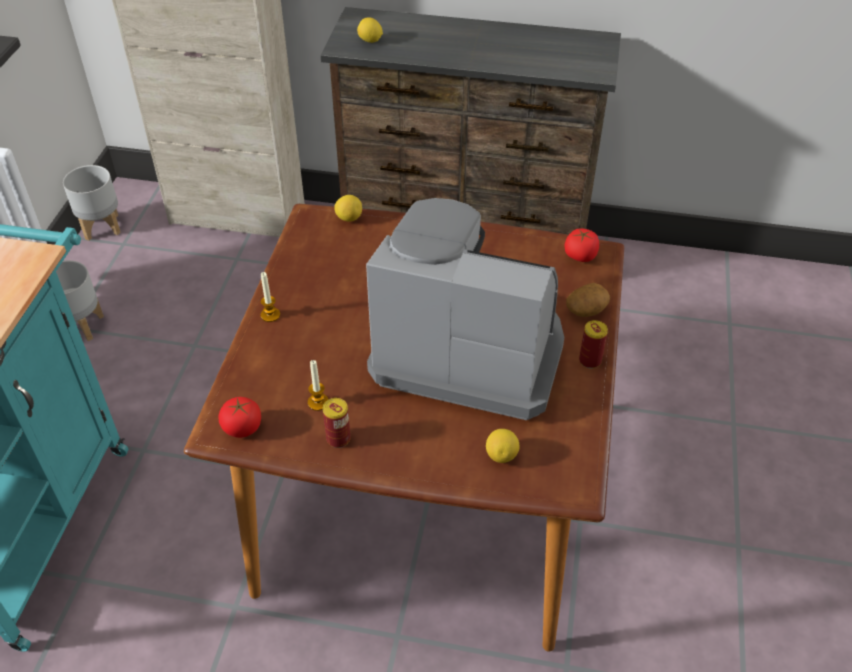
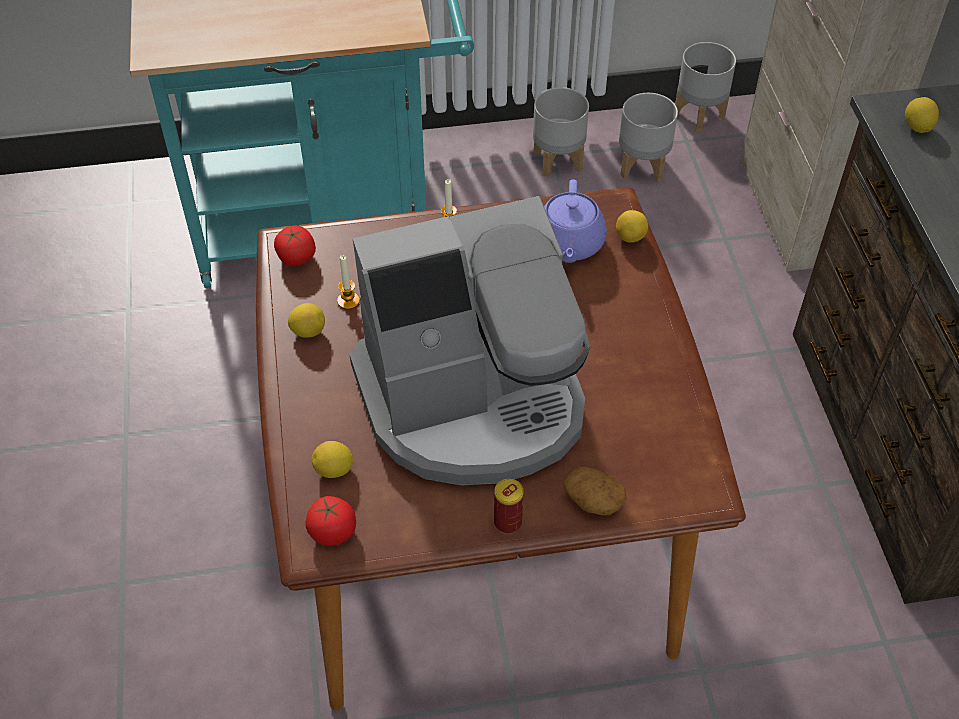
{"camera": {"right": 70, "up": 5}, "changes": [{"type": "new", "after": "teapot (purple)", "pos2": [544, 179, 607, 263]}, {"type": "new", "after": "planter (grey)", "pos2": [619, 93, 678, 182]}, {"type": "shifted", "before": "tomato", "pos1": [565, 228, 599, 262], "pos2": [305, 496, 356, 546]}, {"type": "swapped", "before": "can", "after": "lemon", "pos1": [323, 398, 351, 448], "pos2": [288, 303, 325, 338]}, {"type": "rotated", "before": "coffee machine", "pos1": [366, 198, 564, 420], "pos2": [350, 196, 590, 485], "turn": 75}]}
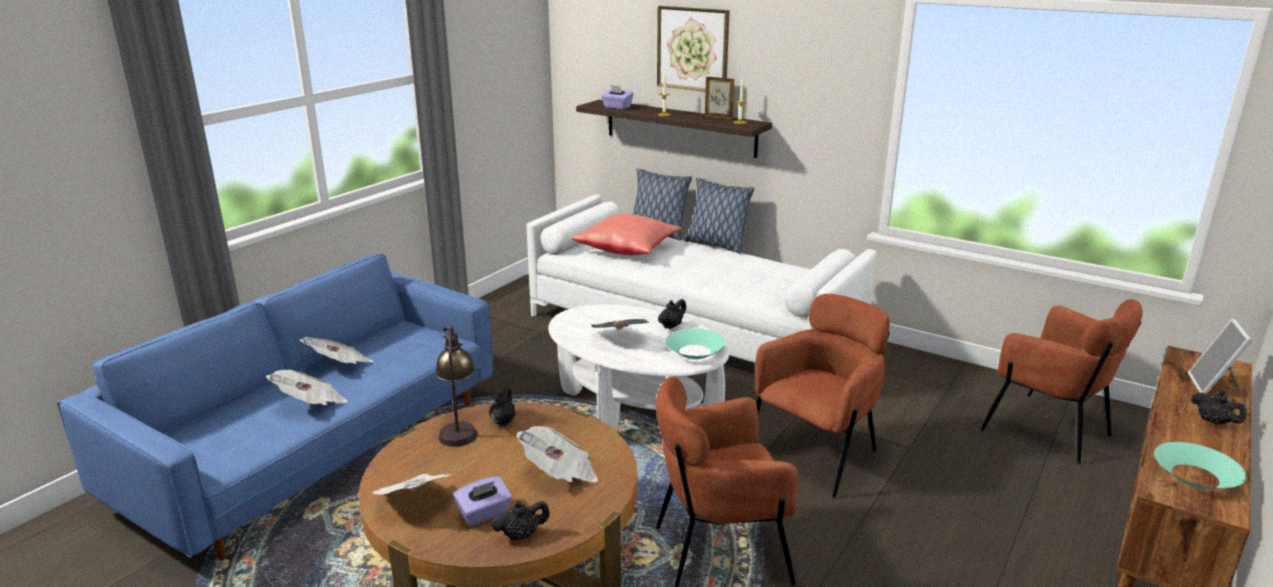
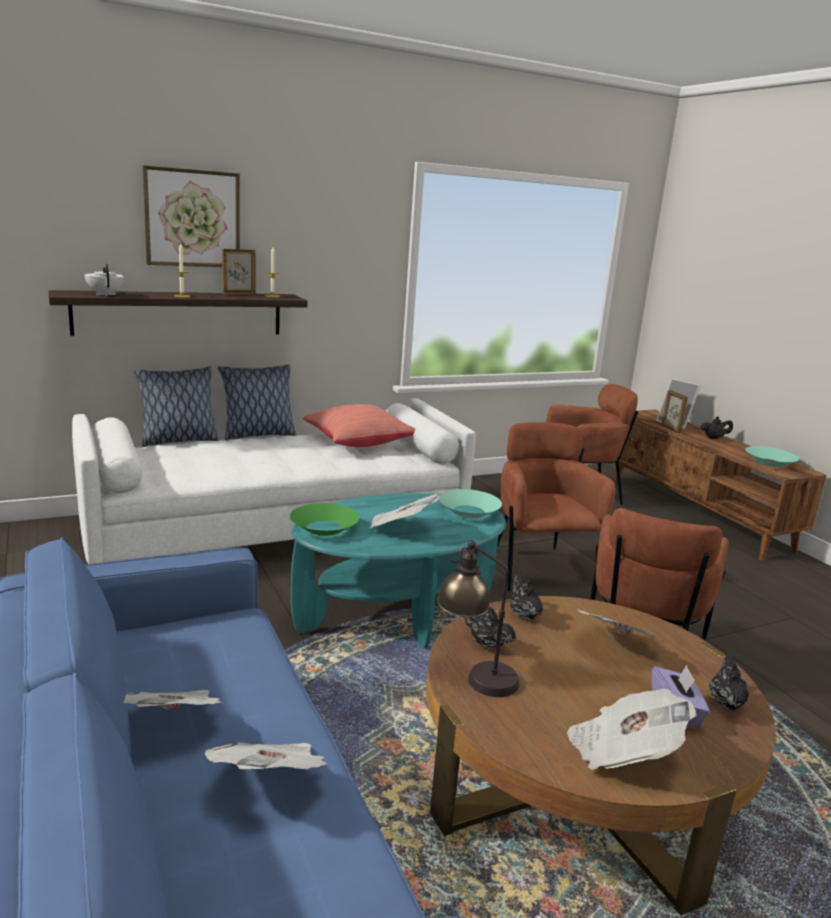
{"camera": {"right": -60, "up": -5}, "changes": [{"type": "new", "after": "bowl (green)", "pos2": [290, 503, 359, 536]}, {"type": "new", "after": "picture frame", "pos2": [661, 390, 688, 433]}, {"type": "shifted", "before": "pillow (red)", "pos1": [572, 214, 682, 255], "pos2": [301, 404, 415, 447]}, {"type": "shifted", "before": "teapot (black)", "pos1": [658, 299, 686, 329], "pos2": [510, 574, 543, 620]}, {"type": "swapped", "before": "tissue box (purple)", "after": "teapot (white)", "pos1": [601, 85, 634, 109], "pos2": [85, 264, 124, 296]}, {"type": "repainted", "before": "coffee table (white)", "after": "coffee table (turquoise)", "pos1": [548, 304, 729, 431], "pos2": [291, 493, 506, 649]}]}
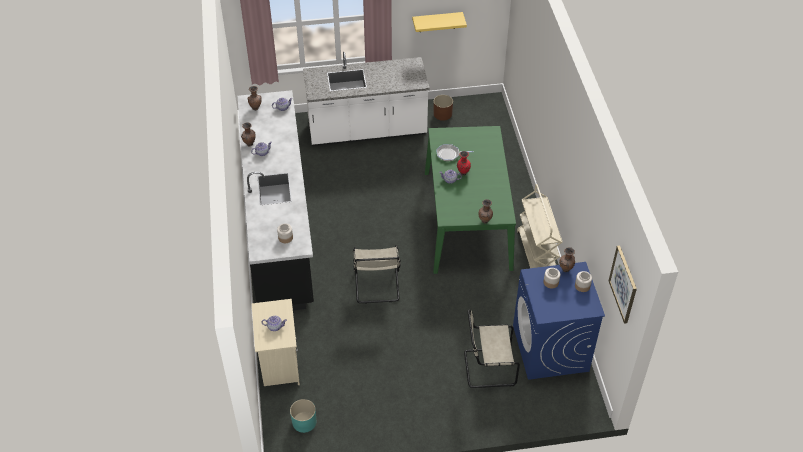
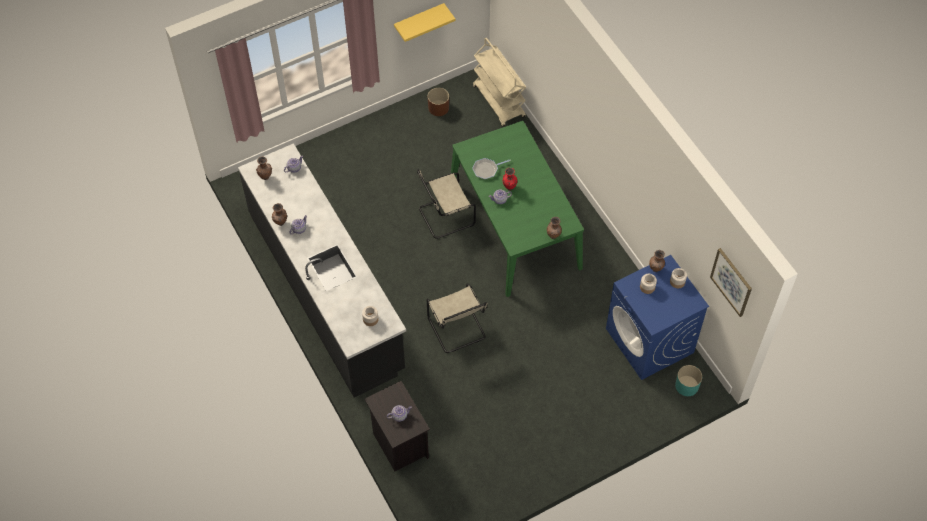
{"camera": {"right": -20, "up": 10}, "changes": [{"type": "gone", "before": "counter (white)", "pos1": [303, 52, 430, 146]}, {"type": "shifted", "before": "planter (turquoise)", "pos1": [290, 399, 316, 433], "pos2": [675, 365, 702, 396]}, {"type": "shifted", "before": "chair (beige)", "pos1": [464, 309, 520, 388], "pos2": [417, 169, 476, 239]}, {"type": "shifted", "before": "cart (beige)", "pos1": [517, 184, 563, 268], "pos2": [473, 38, 526, 127]}, {"type": "repainted", "before": "nightstand (beige)", "after": "nightstand (black)", "pos1": [252, 299, 300, 386], "pos2": [364, 381, 430, 471]}]}
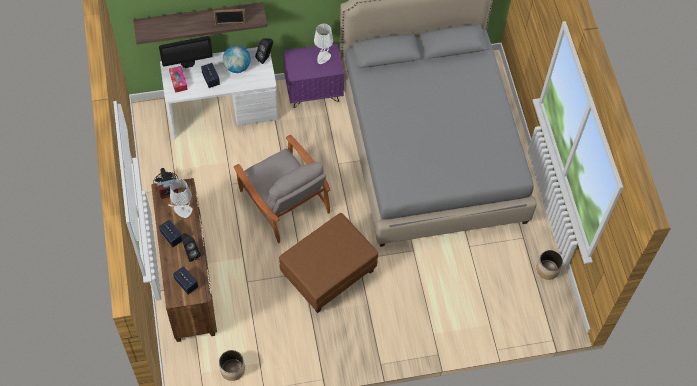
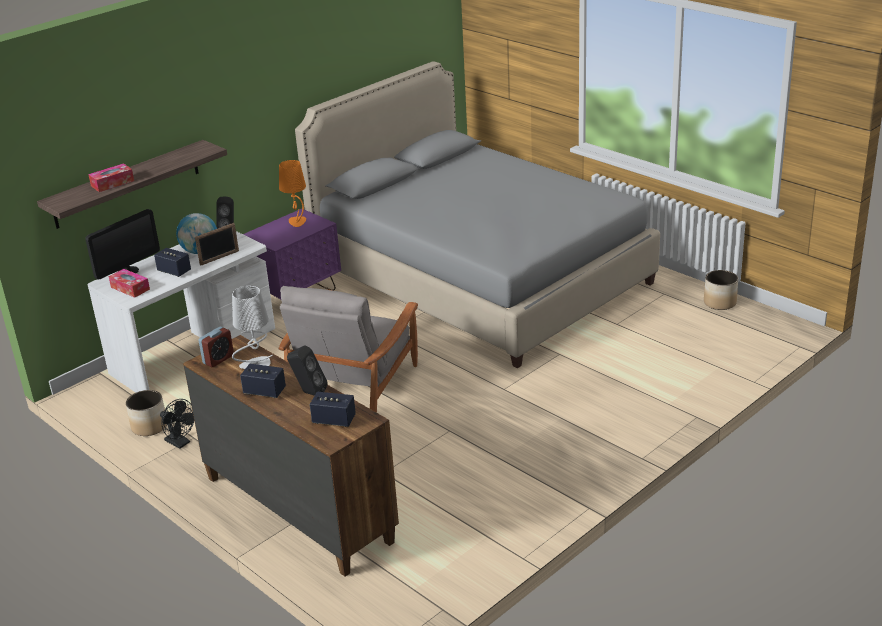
{"camera": {"right": -30, "up": -30}, "changes": [{"type": "gone", "before": "ottoman (brown)", "pos1": [279, 213, 378, 313]}, {"type": "new", "after": "tissue box", "pos2": [88, 163, 134, 192]}, {"type": "shifted", "before": "picture frame", "pos1": [213, 9, 246, 25], "pos2": [195, 223, 239, 266]}, {"type": "shifted", "before": "planter", "pos1": [219, 350, 245, 381], "pos2": [126, 390, 167, 436]}, {"type": "repainted", "before": "table lamp (white)", "after": "table lamp (orange)", "pos1": [314, 24, 333, 64], "pos2": [279, 160, 306, 227]}, {"type": "rotated", "before": "armchair (grey)", "pos1": [234, 135, 330, 243], "pos2": [279, 286, 418, 413], "turn": 90}]}
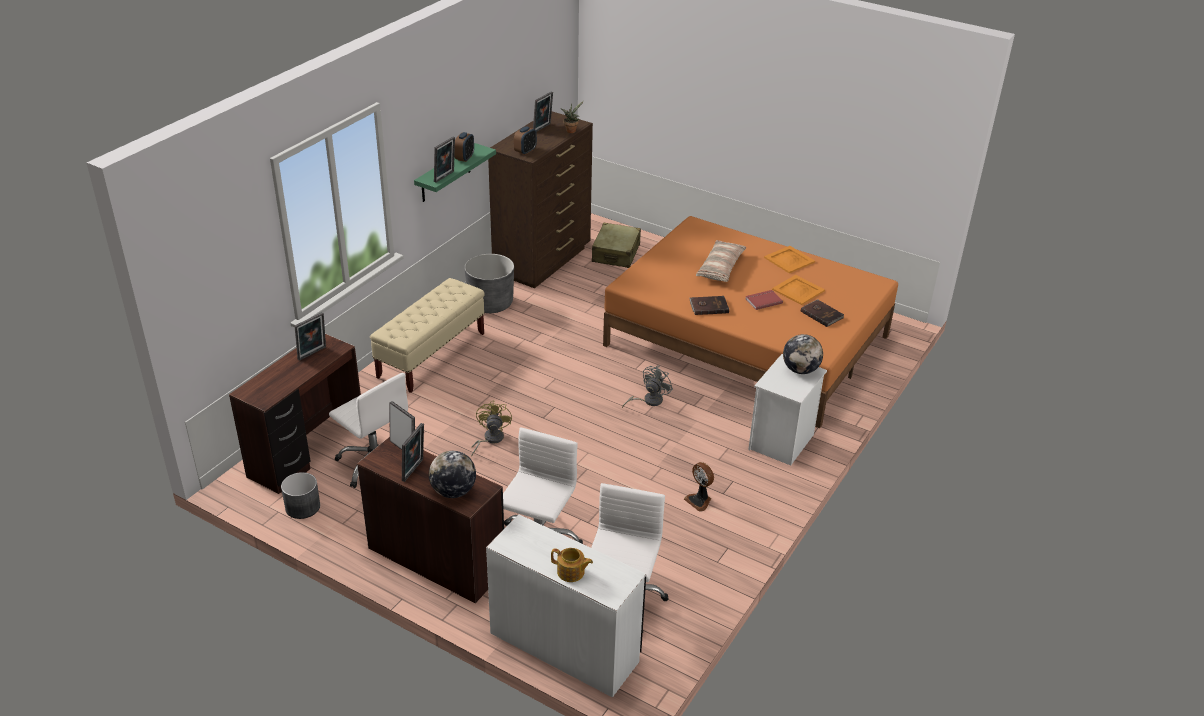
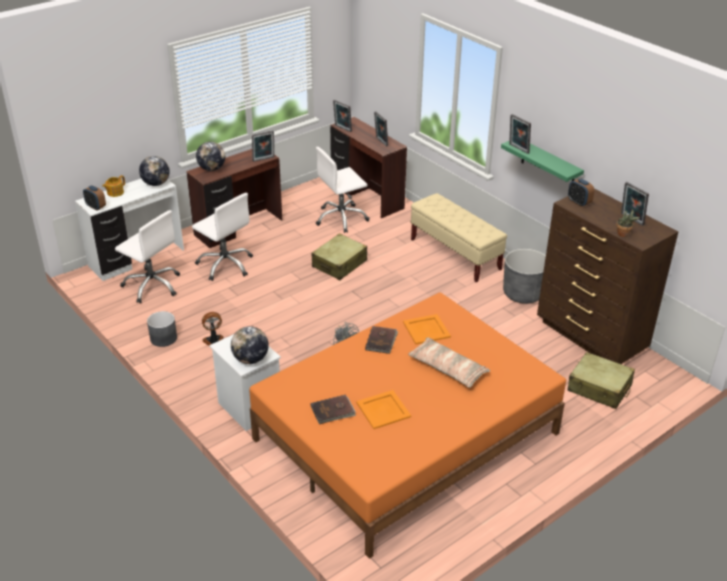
{"camera": {"right": 110, "up": 0}, "changes": [{"type": "gone", "before": "book (red)", "pos1": [745, 290, 783, 310]}, {"type": "new", "after": "globe", "pos2": [139, 156, 170, 186]}, {"type": "shifted", "before": "planter (grey)", "pos1": [281, 472, 320, 519], "pos2": [147, 311, 177, 347]}, {"type": "shifted", "before": "picture frame", "pos1": [402, 423, 424, 482], "pos2": [333, 100, 352, 132]}, {"type": "shifted", "before": "alarm clock", "pos1": [454, 132, 474, 162], "pos2": [83, 186, 106, 211]}, {"type": "shifted", "before": "tray (orange)", "pos1": [764, 246, 815, 273], "pos2": [403, 314, 451, 344]}, {"type": "swapped", "before": "fan (yellow)", "after": "suitcase (beige)", "pos1": [471, 400, 512, 456], "pos2": [312, 233, 367, 280]}]}
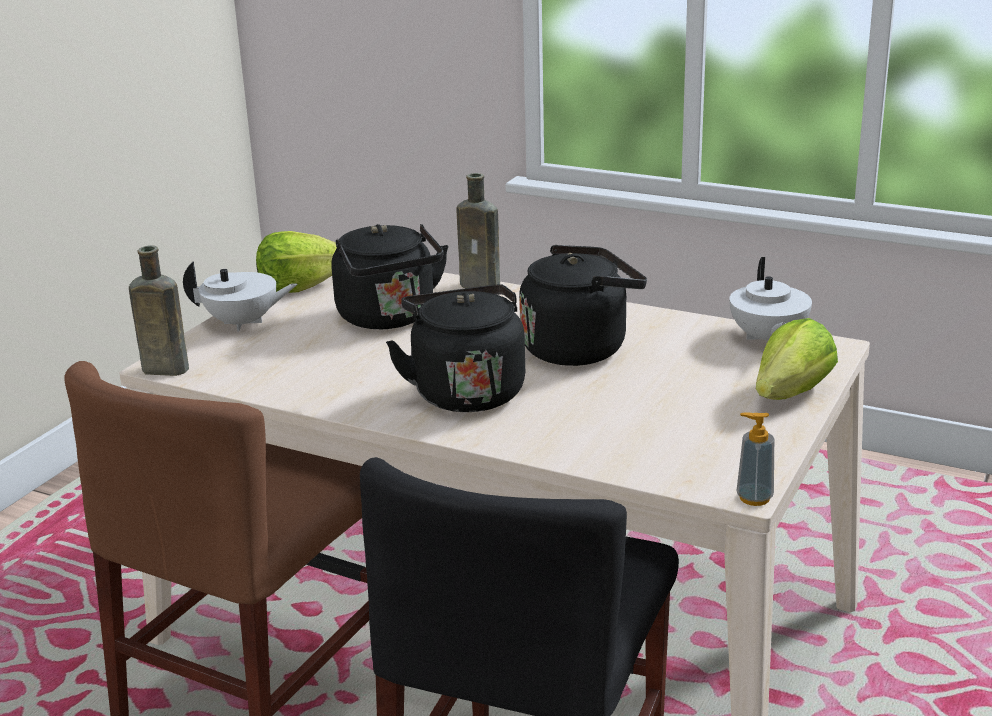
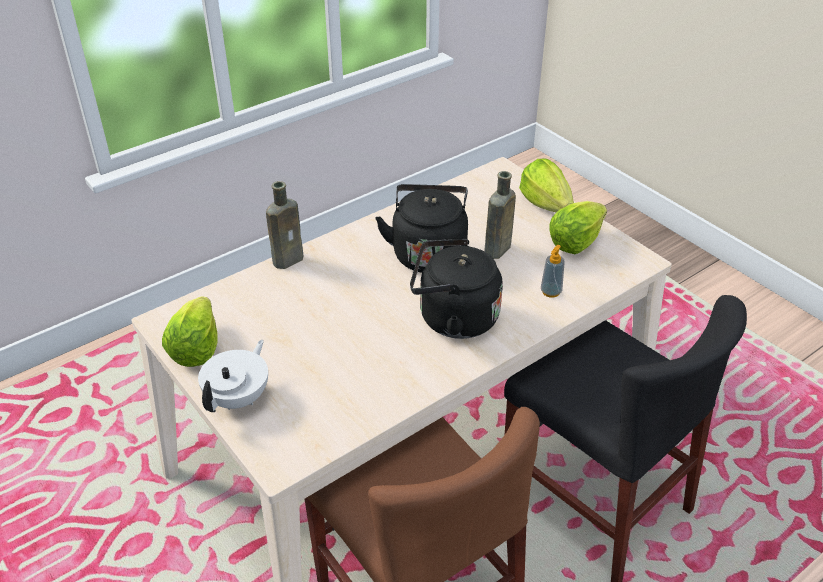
{"camera": {"right": -65, "up": 15}, "changes": [{"type": "gone", "before": "kettle (black)", "pos1": [332, 224, 448, 329]}, {"type": "gone", "before": "teapot (white)", "pos1": [729, 257, 812, 340]}, {"type": "new", "after": "lettuce", "pos2": [549, 201, 607, 254]}, {"type": "shifted", "before": "bottle (brown)", "pos1": [129, 245, 189, 376], "pos2": [484, 171, 516, 259]}, {"type": "shifted", "before": "soap dispenser", "pos1": [737, 412, 774, 506], "pos2": [541, 245, 565, 298]}]}
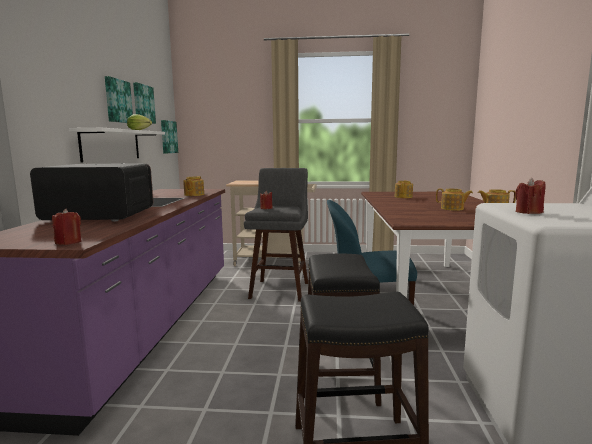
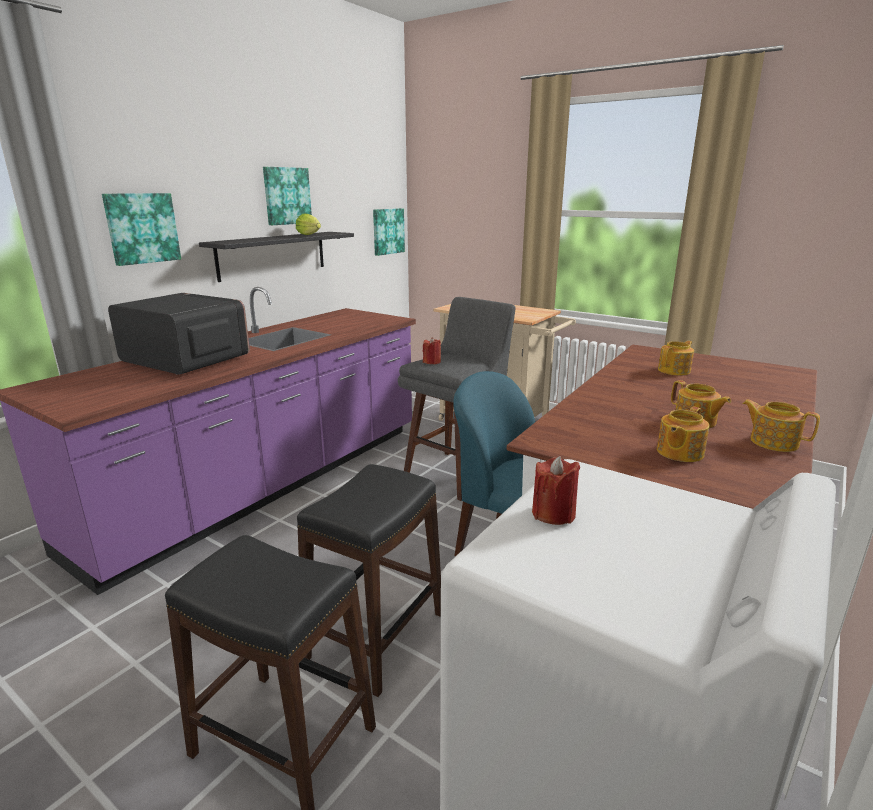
{"camera": {"right": 30, "up": 10}, "changes": [{"type": "gone", "before": "candle (red)", "pos1": [52, 208, 81, 245]}, {"type": "shifted", "before": "picture", "pos1": [133, 82, 156, 124], "pos2": [102, 193, 181, 266]}, {"type": "shifted", "before": "teapot", "pos1": [183, 176, 204, 196], "pos2": [657, 406, 709, 462]}, {"type": "repainted", "before": "shelf (white)", "after": "shelf (black)", "pos1": [69, 128, 165, 163], "pos2": [199, 232, 354, 282]}]}
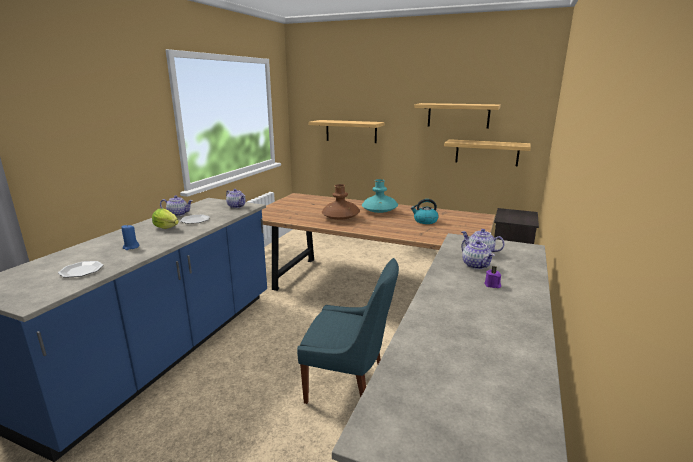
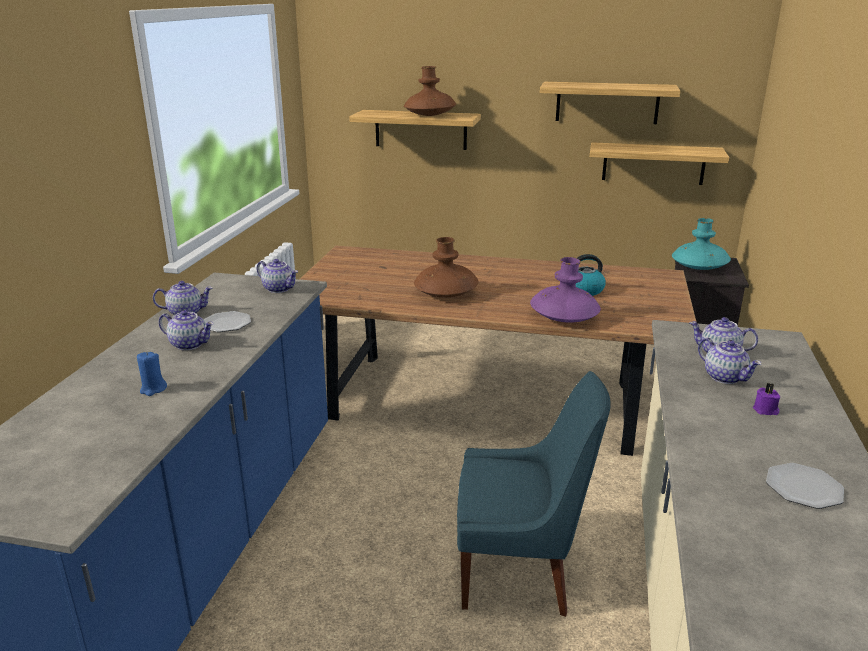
{"camera": {"right": -10, "up": 5}, "changes": [{"type": "new", "after": "vase (brown)", "pos2": [404, 66, 456, 116]}, {"type": "new", "after": "vase (purple)", "pos2": [530, 257, 601, 323]}, {"type": "shifted", "before": "plate", "pos1": [58, 261, 104, 278], "pos2": [766, 463, 844, 509]}, {"type": "shifted", "before": "vase (turquoise)", "pos1": [362, 179, 398, 213], "pos2": [672, 218, 731, 270]}, {"type": "swapped", "before": "lettuce", "after": "teapot", "pos1": [152, 209, 179, 229], "pos2": [159, 310, 214, 350]}]}
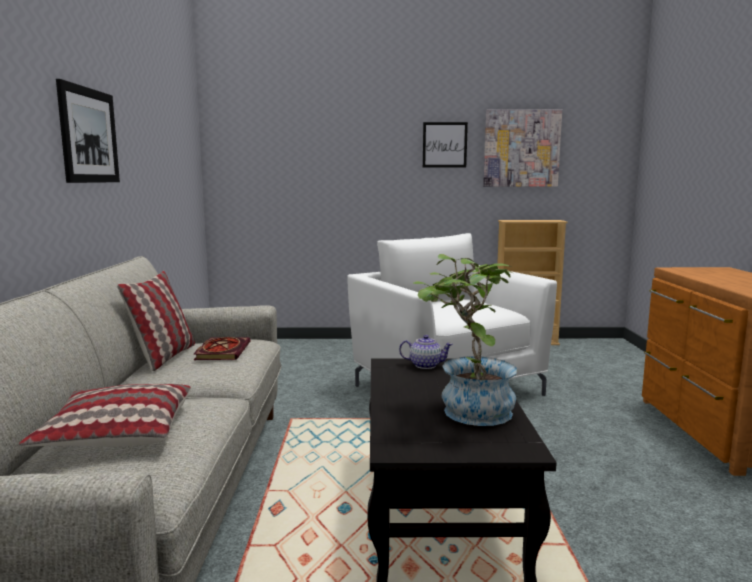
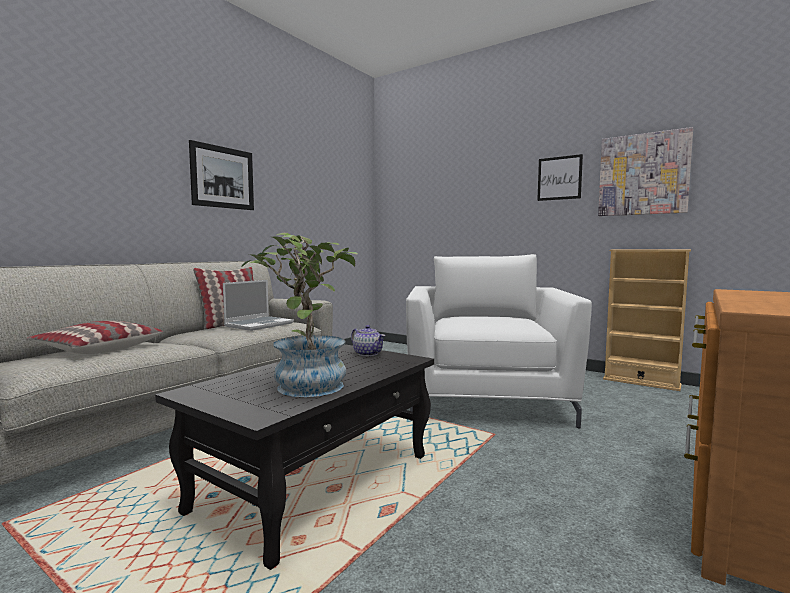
{"camera": {"right": 35, "up": -5}, "changes": [{"type": "swapped", "before": "book", "after": "laptop", "pos1": [194, 337, 250, 360], "pos2": [223, 280, 294, 331]}]}
